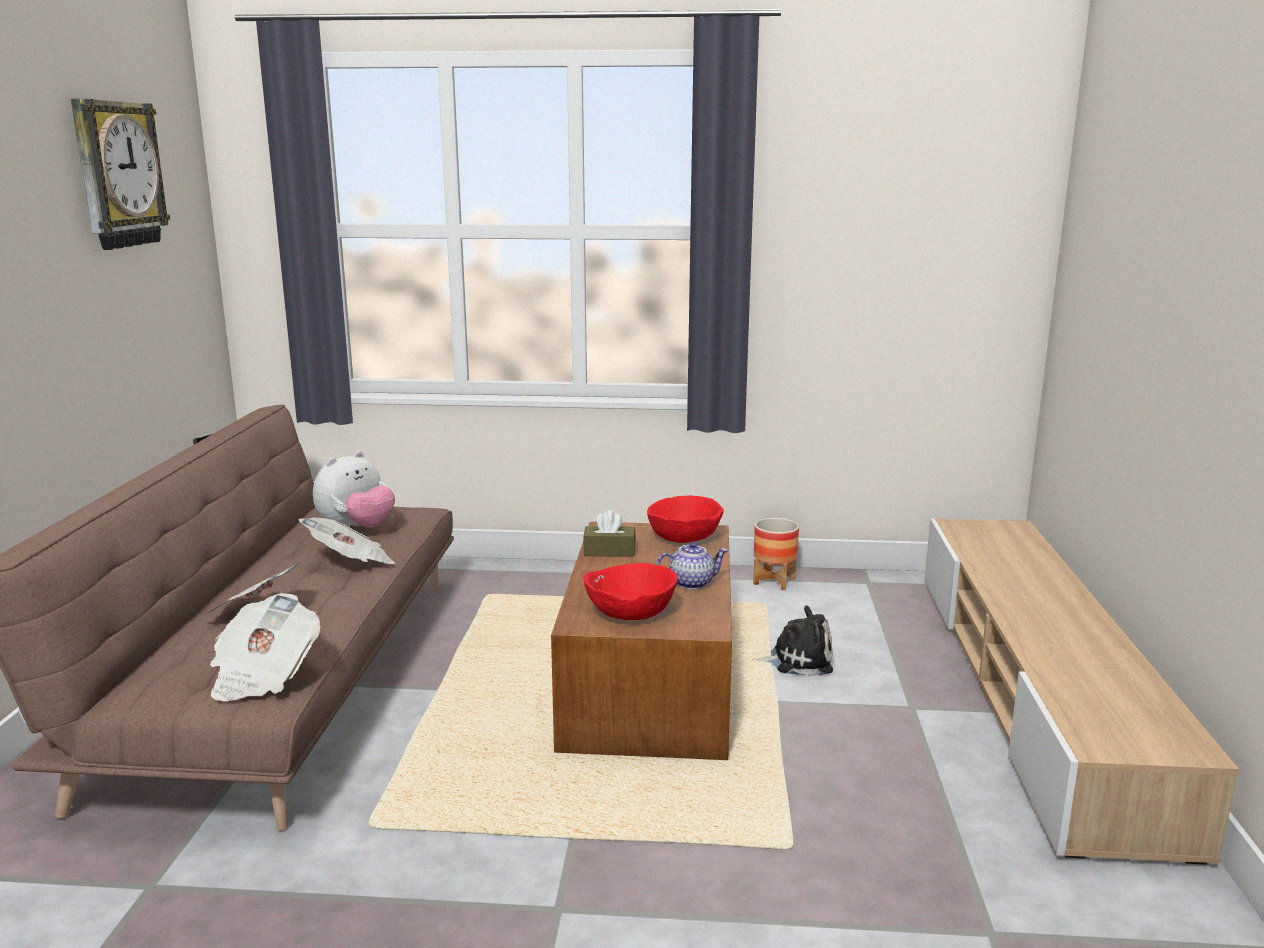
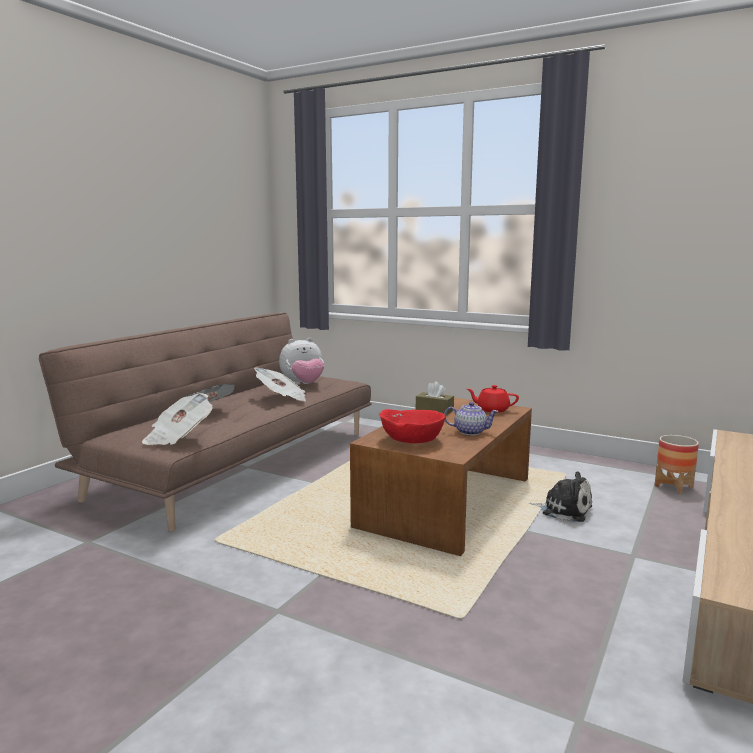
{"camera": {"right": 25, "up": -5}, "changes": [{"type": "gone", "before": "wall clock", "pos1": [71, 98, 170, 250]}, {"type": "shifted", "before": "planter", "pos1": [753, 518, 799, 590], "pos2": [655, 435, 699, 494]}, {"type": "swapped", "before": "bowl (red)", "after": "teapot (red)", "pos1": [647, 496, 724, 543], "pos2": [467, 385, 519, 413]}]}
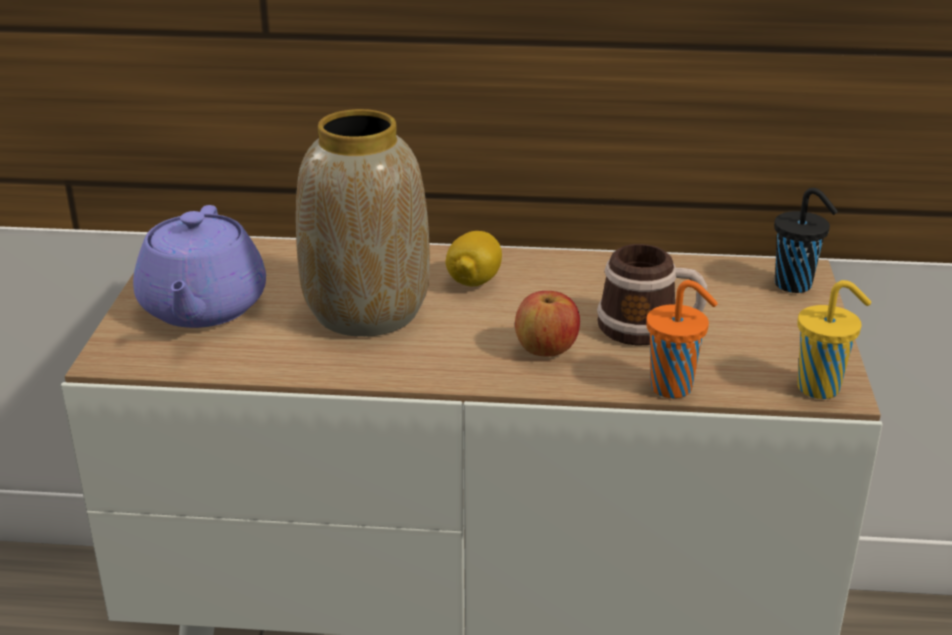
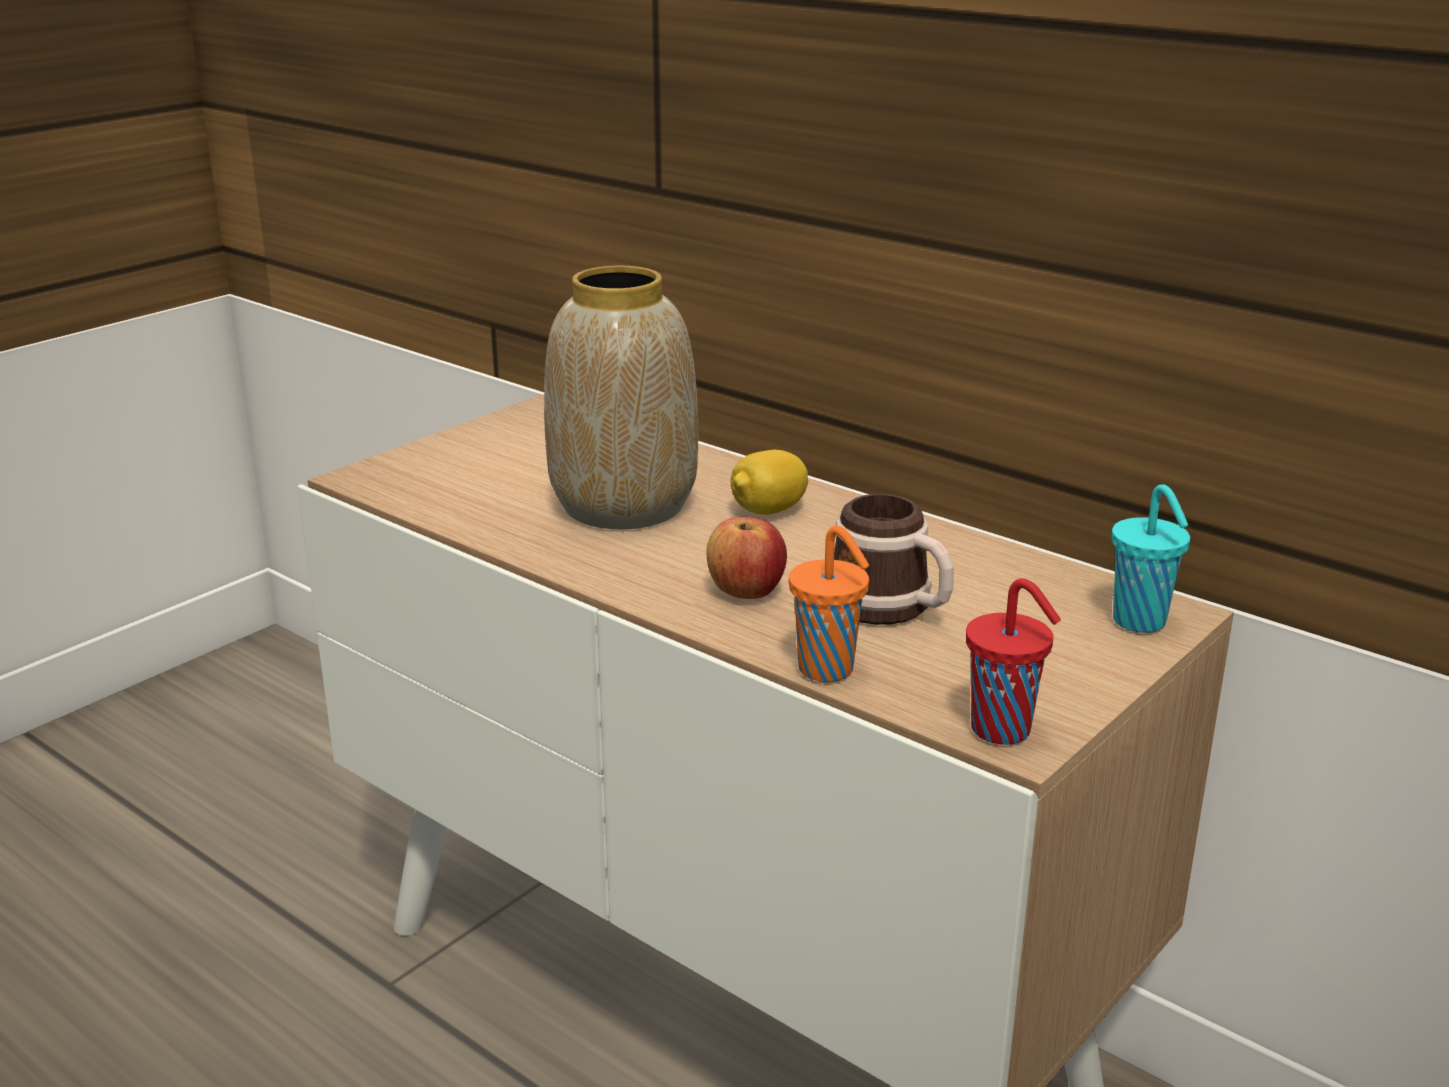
{"camera": {"right": 35, "up": -5}, "changes": [{"type": "gone", "before": "teapot (purple)", "pos1": [133, 205, 266, 328]}, {"type": "repainted", "before": "cup (black)", "after": "cup (turquoise)", "pos1": [774, 188, 838, 293], "pos2": [1112, 484, 1190, 633]}, {"type": "repainted", "before": "cup (yellow)", "after": "cup (red)", "pos1": [797, 280, 871, 399], "pos2": [966, 578, 1061, 745]}]}
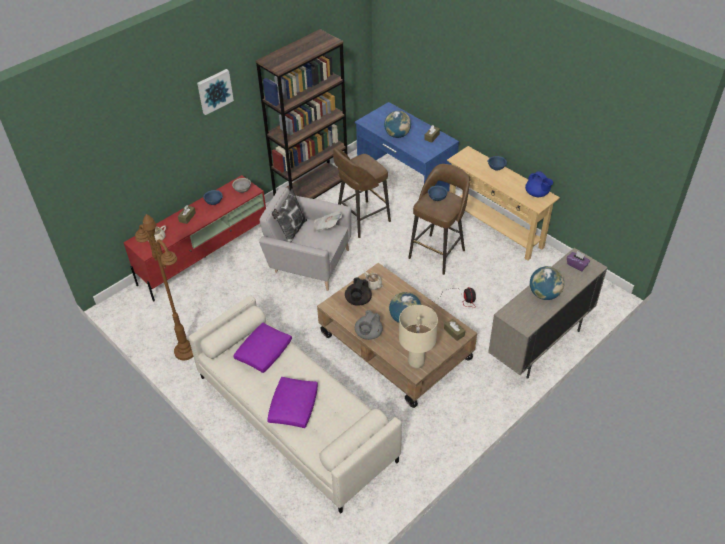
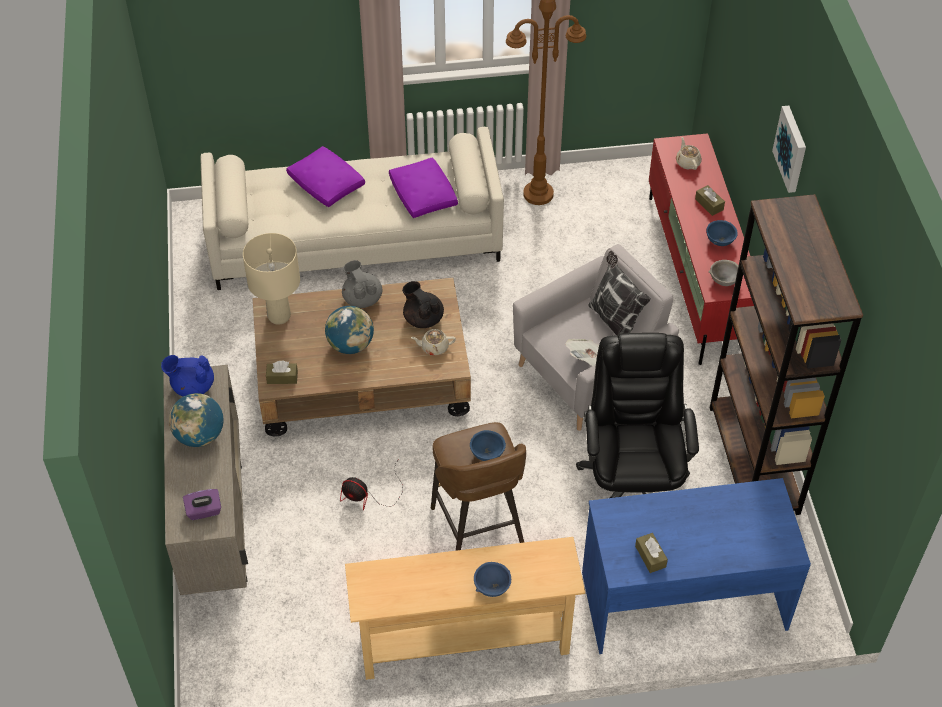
{"camera": {"right": 125, "up": 5}, "changes": [{"type": "gone", "before": "globe", "pos1": [384, 111, 411, 138]}, {"type": "shifted", "before": "teapot (blue)", "pos1": [525, 171, 553, 197], "pos2": [161, 355, 214, 397]}, {"type": "swapped", "before": "stool (brown)", "after": "office chair (black)", "pos1": [333, 148, 391, 238], "pos2": [576, 333, 699, 498]}]}
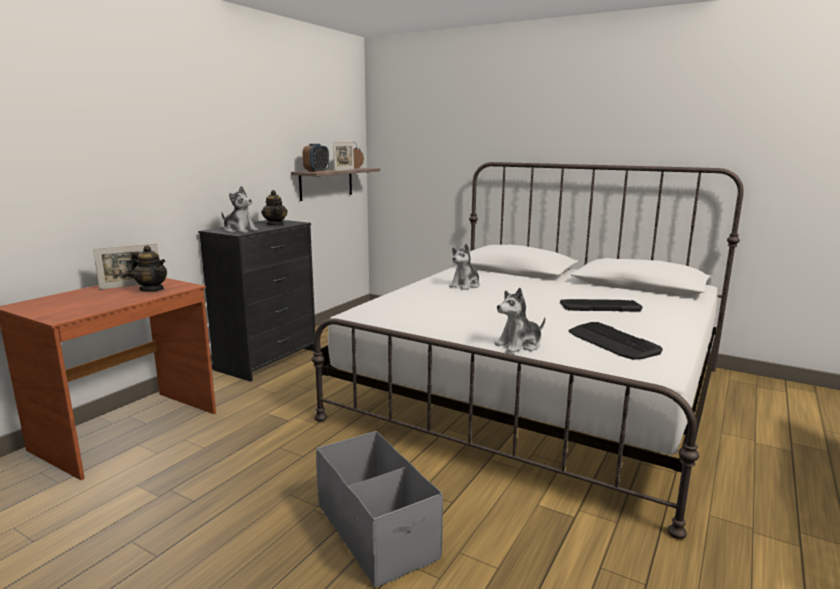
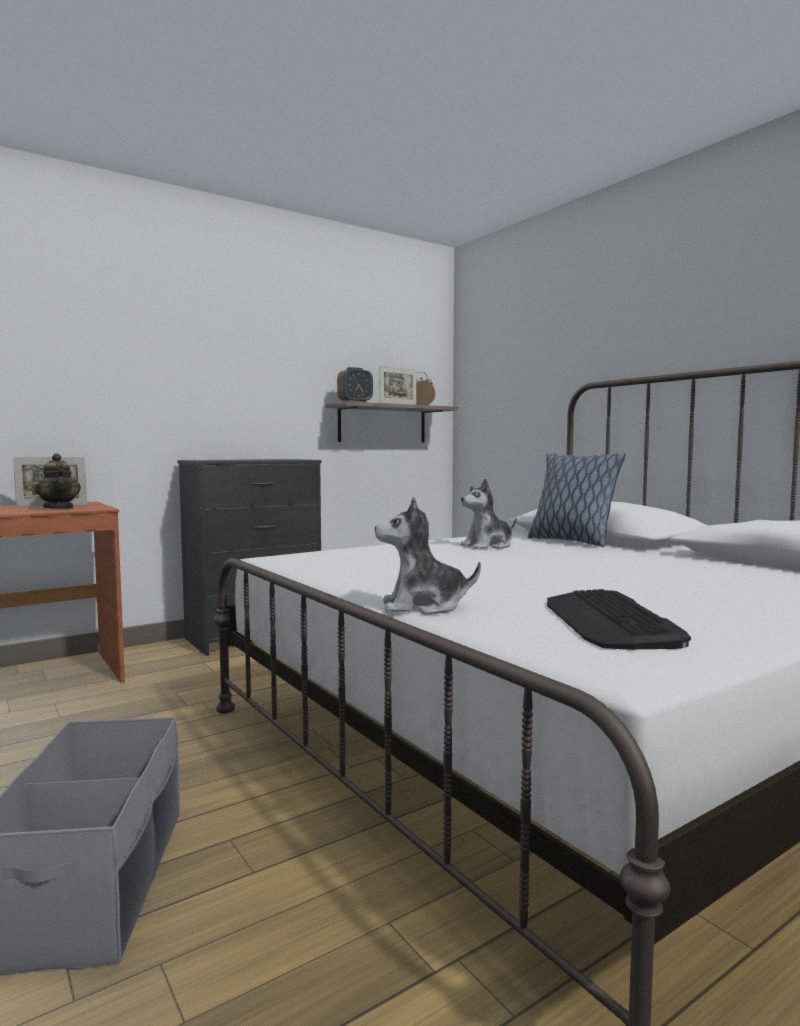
{"camera": {"right": 25, "up": -10}, "changes": [{"type": "gone", "before": "plush toy", "pos1": [221, 186, 258, 233]}, {"type": "gone", "before": "teapot", "pos1": [261, 190, 287, 226]}, {"type": "gone", "before": "keyboard", "pos1": [560, 299, 643, 312]}, {"type": "new", "after": "pillow", "pos2": [528, 452, 626, 547]}]}
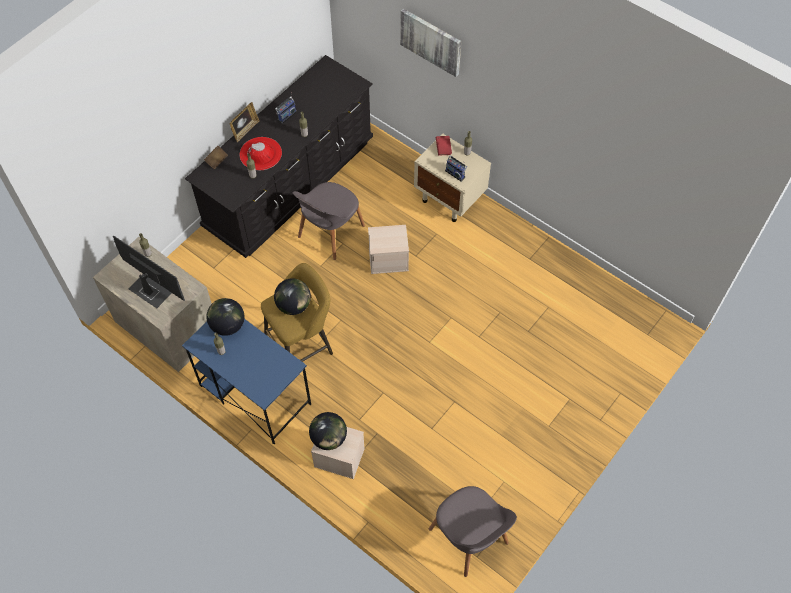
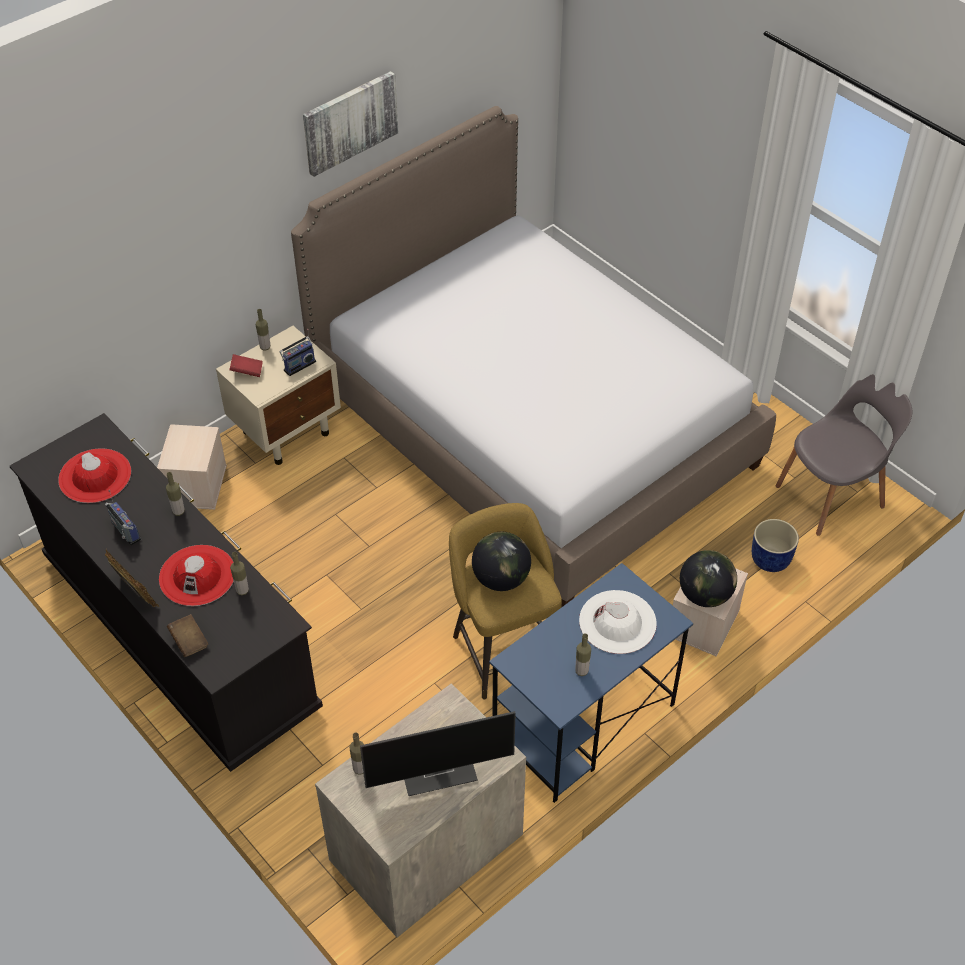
{"camera": {"right": -80, "up": -10}, "changes": [{"type": "gone", "before": "globe", "pos1": [206, 298, 244, 336]}, {"type": "gone", "before": "chair (grey)", "pos1": [292, 182, 365, 260]}, {"type": "new", "after": "hat (red)", "pos2": [58, 448, 131, 503]}, {"type": "new", "after": "bed", "pos2": [291, 106, 776, 608]}, {"type": "new", "after": "hat (white)", "pos2": [579, 590, 657, 654]}, {"type": "new", "after": "planter (blue)", "pos2": [752, 519, 799, 572]}, {"type": "shifted", "before": "storage box (beige)", "pos1": [368, 225, 409, 274], "pos2": [157, 424, 227, 510]}, {"type": "shifted", "before": "picture", "pos1": [400, 8, 461, 77], "pos2": [303, 71, 398, 177]}, {"type": "rotated", "before": "monitor", "pos1": [113, 235, 185, 308], "pos2": [360, 711, 516, 796], "turn": -150}]}
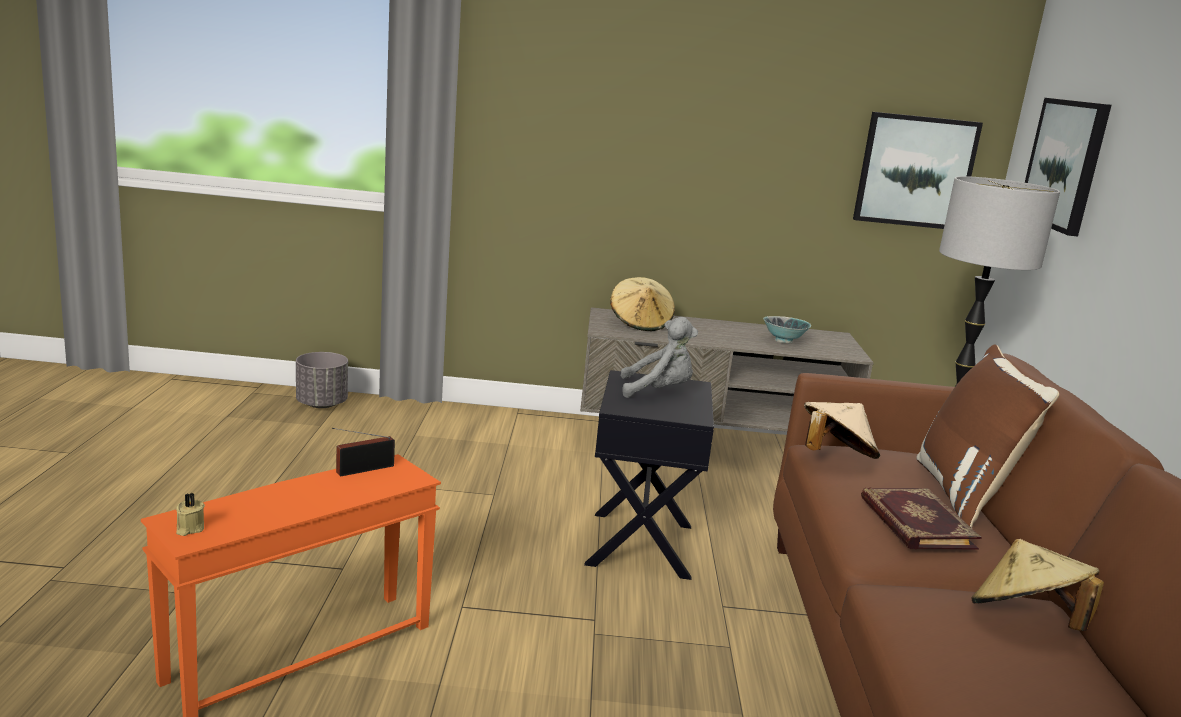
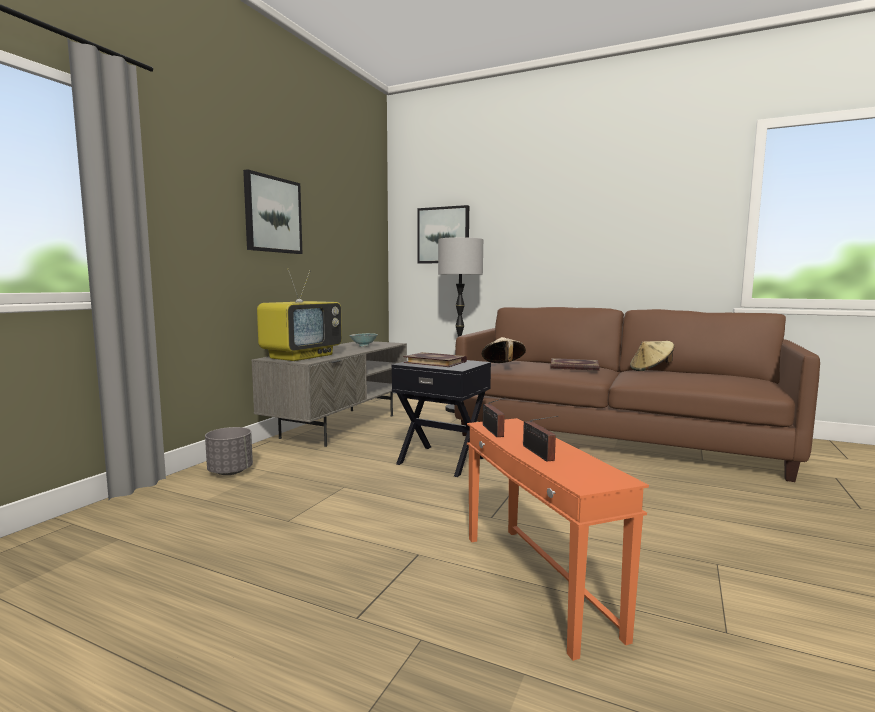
{"camera": {"right": -65, "up": -10}, "changes": [{"type": "gone", "before": "candle (beige)", "pos1": [176, 493, 205, 536]}, {"type": "gone", "before": "pillow (brown)", "pos1": [916, 345, 1059, 528]}, {"type": "new", "after": "radio", "pos2": [523, 416, 558, 462]}, {"type": "shifted", "before": "planter (grey)", "pos1": [296, 352, 348, 408], "pos2": [205, 427, 253, 475]}, {"type": "shifted", "before": "picture", "pos1": [853, 112, 983, 229], "pos2": [243, 169, 303, 254]}, {"type": "swapped", "before": "hat (beige)", "after": "television", "pos1": [610, 277, 675, 331], "pos2": [257, 269, 342, 361]}, {"type": "swapped", "before": "plush toy (grey)", "after": "book", "pos1": [621, 317, 698, 398], "pos2": [403, 352, 467, 367]}]}
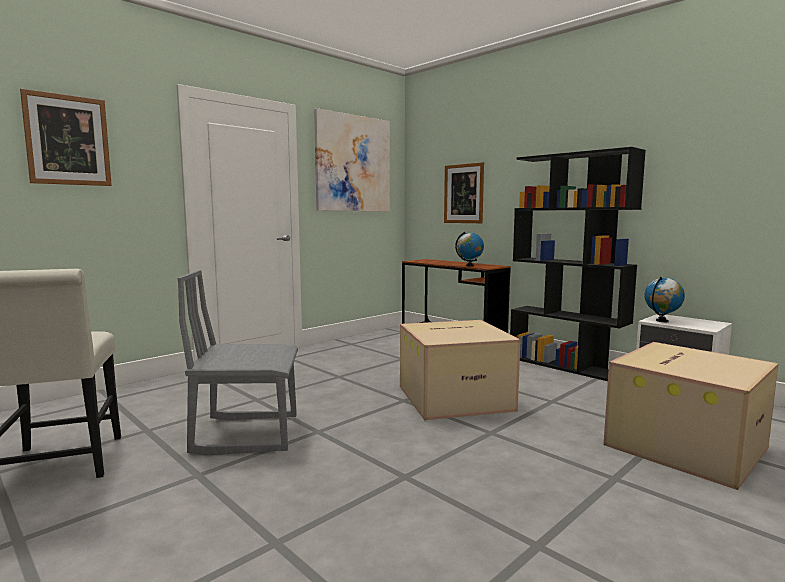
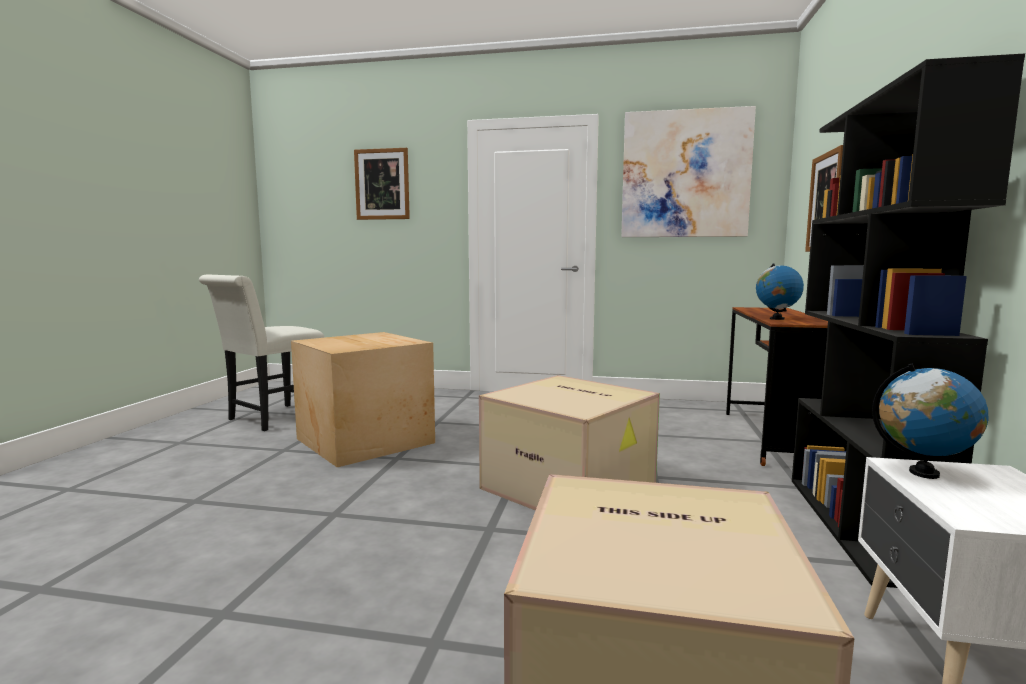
{"camera": {"right": 55, "up": 0}, "changes": [{"type": "swapped", "before": "chair (grey)", "after": "cardboard box", "pos1": [178, 270, 298, 455], "pos2": [291, 332, 435, 467]}]}
